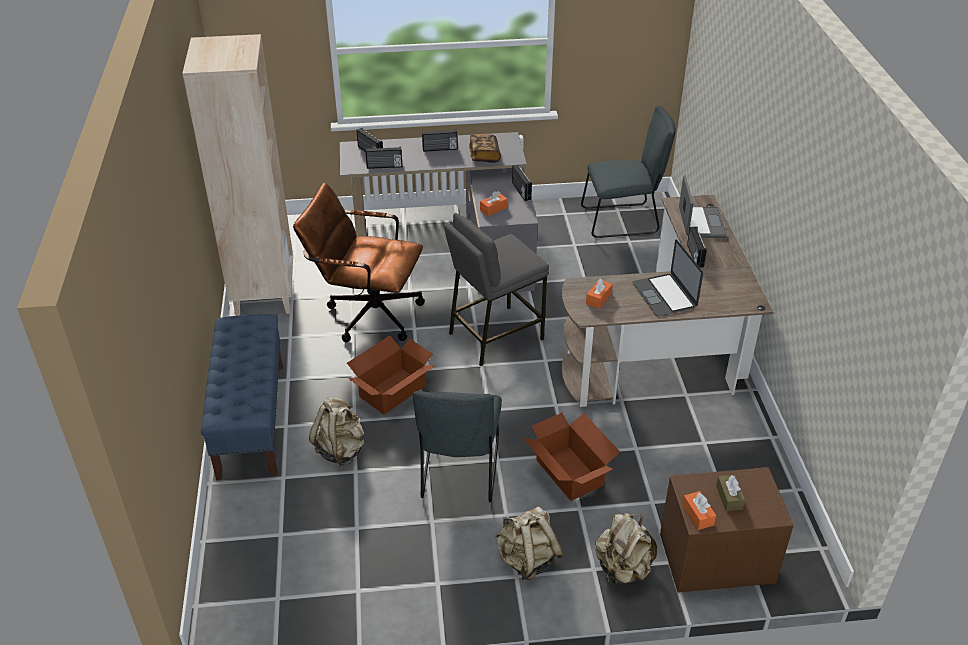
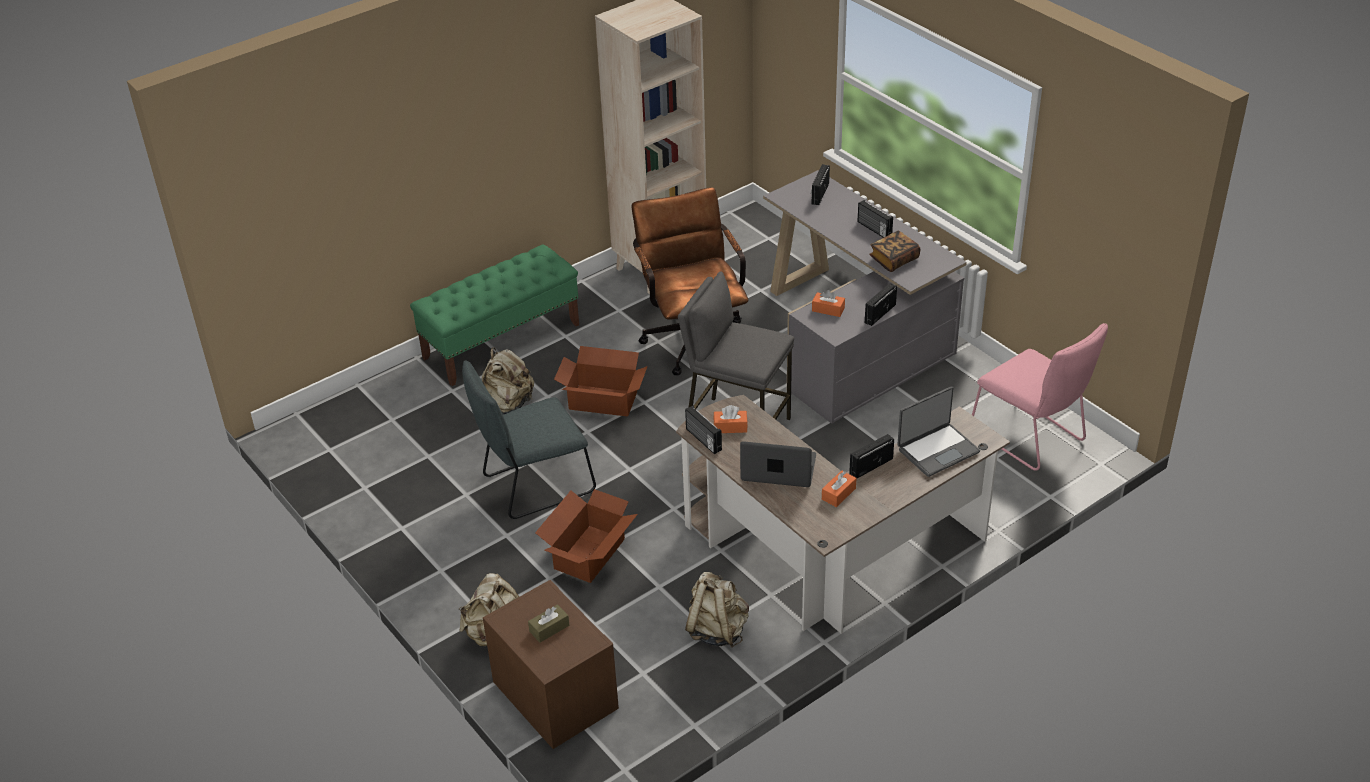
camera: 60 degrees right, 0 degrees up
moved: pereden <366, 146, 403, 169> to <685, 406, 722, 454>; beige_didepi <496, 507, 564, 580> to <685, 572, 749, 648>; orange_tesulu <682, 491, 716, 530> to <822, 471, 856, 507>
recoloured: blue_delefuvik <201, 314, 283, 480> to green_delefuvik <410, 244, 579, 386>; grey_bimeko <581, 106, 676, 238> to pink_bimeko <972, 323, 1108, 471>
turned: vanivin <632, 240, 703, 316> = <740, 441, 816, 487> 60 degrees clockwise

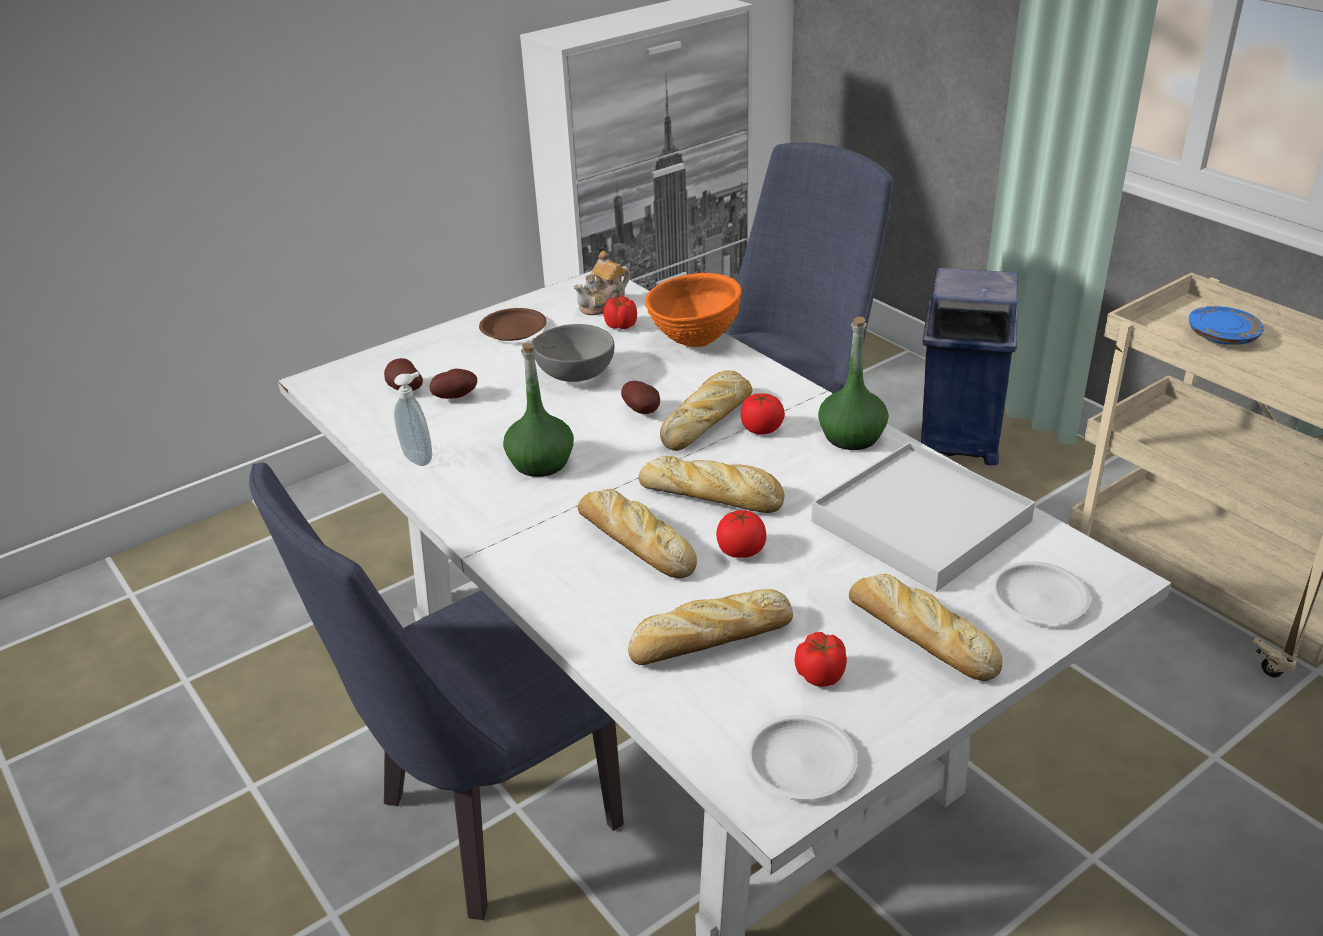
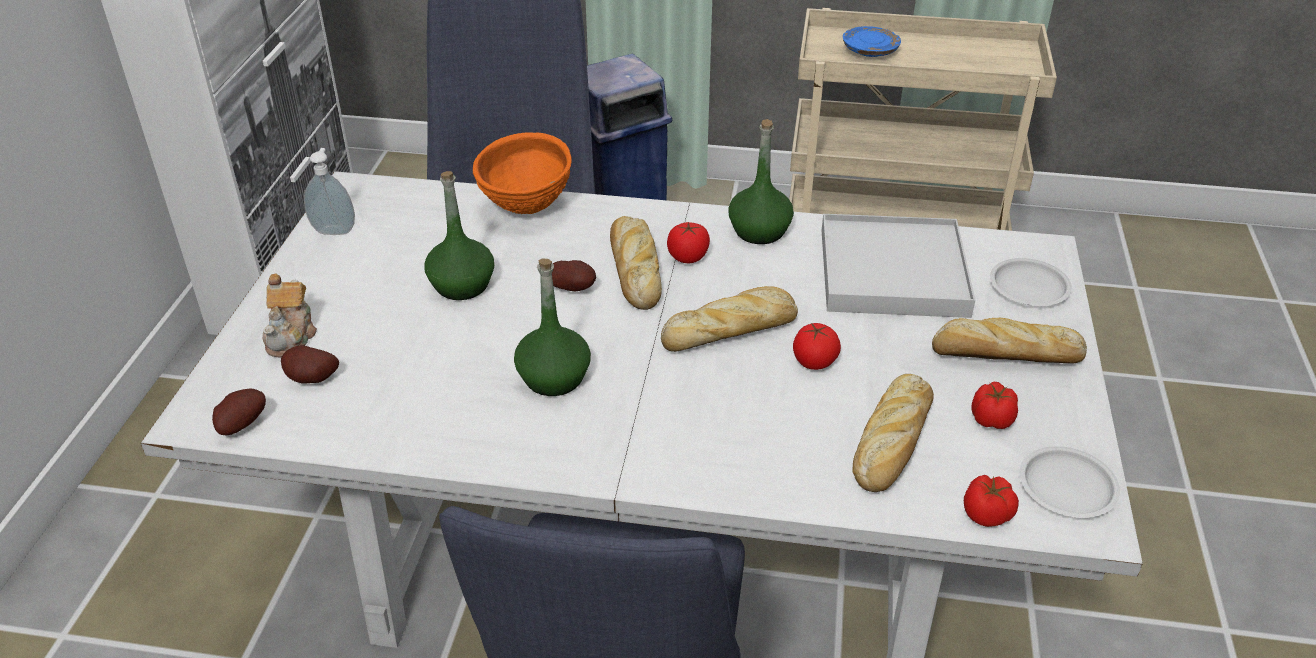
camera: 45 degrees left, 5 degrees up
removed: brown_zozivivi <479, 308, 547, 341>; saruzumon <578, 488, 697, 579>
moved: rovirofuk <394, 372, 432, 466> to <304, 148, 355, 235>; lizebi <429, 369, 477, 399> to <212, 389, 266, 435>; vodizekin <574, 251, 630, 315> to <263, 273, 317, 358>; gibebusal <604, 296, 637, 329> to <964, 475, 1019, 527>
replaced: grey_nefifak <531, 324, 614, 382> to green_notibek <425, 171, 494, 300>

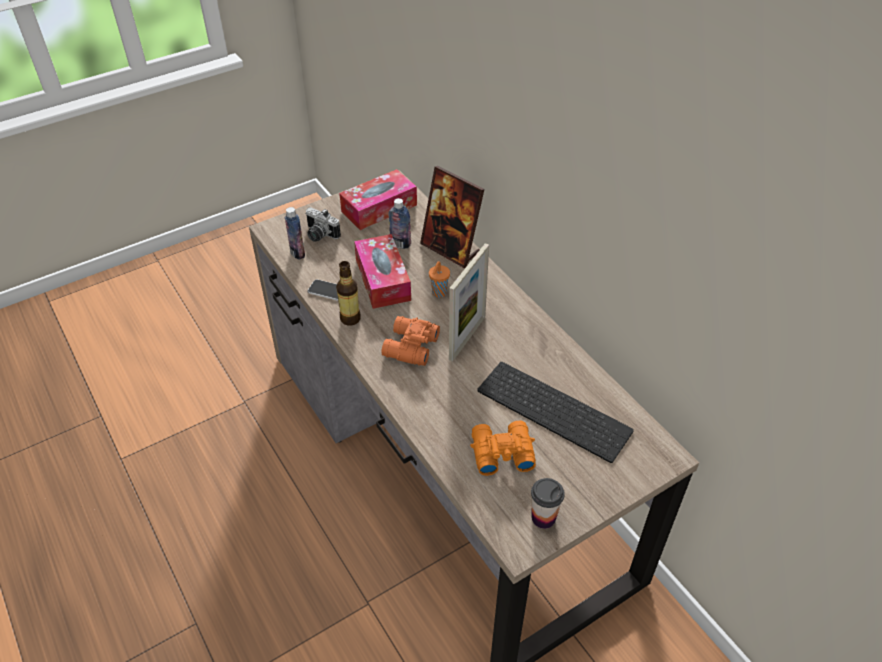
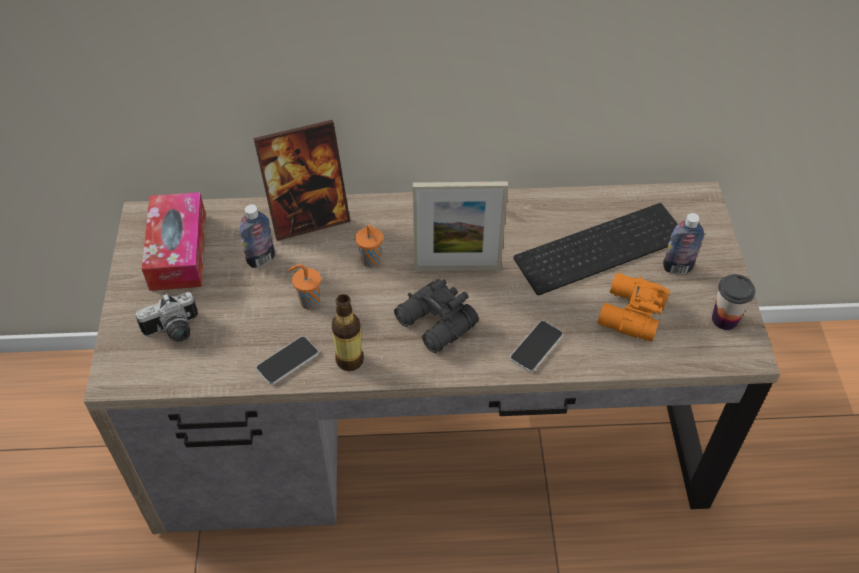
camera: 60 degrees left, 5 degrees up
added: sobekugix <510, 321, 563, 372>
moved: notibek <285, 207, 305, 260> to <663, 213, 705, 275>
replaced: tesulu <354, 234, 411, 309> to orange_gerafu <289, 264, 321, 310>
recoloured: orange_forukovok <381, 316, 440, 366> to black_forukovok <394, 279, 479, 353>
turned: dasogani <449, 243, 489, 361> = <413, 181, 508, 271> 120 degrees clockwise

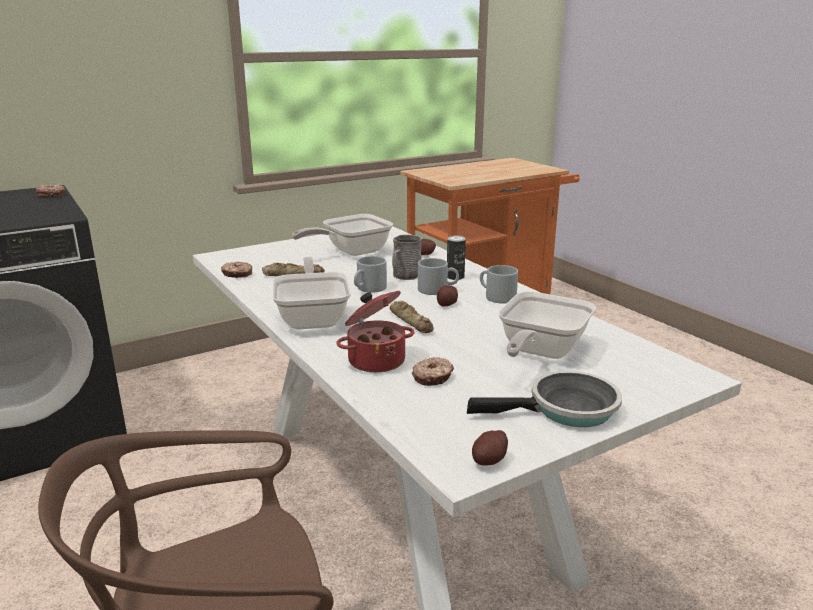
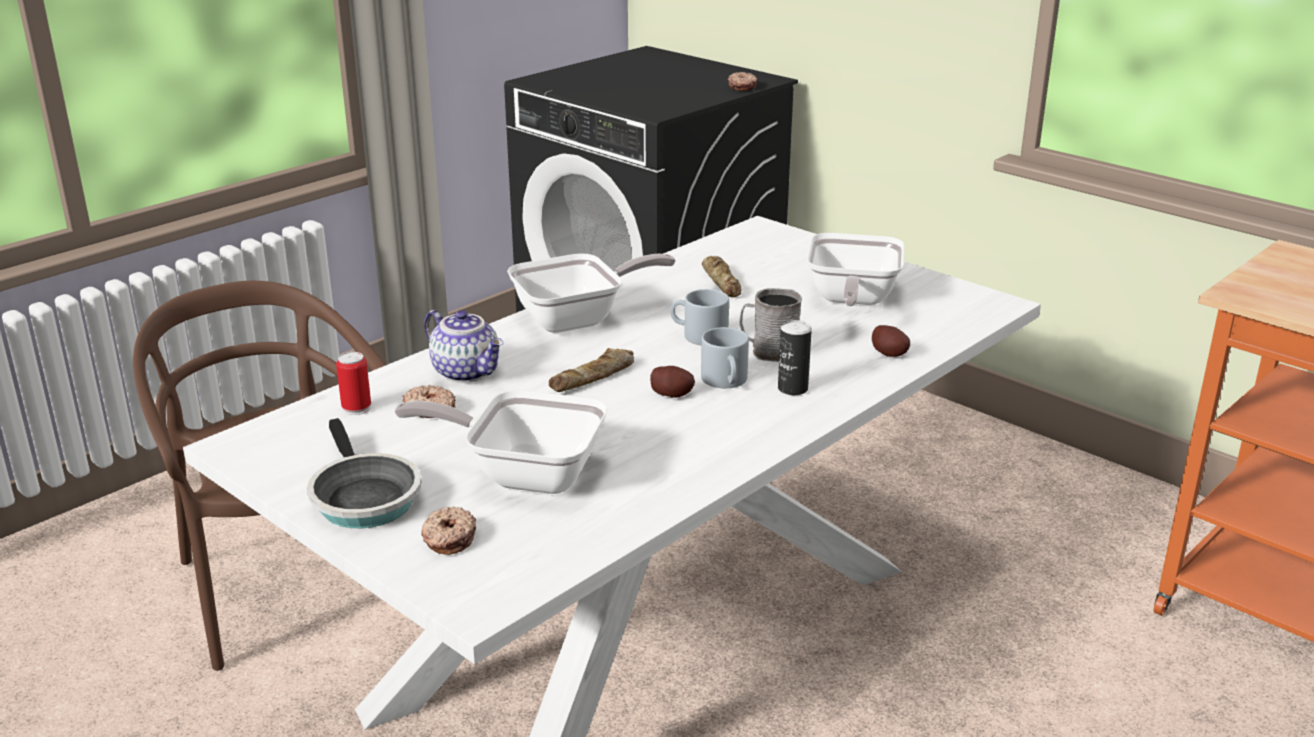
camera: 75 degrees right, 5 degrees up
removed: lizebi <472, 430, 508, 466>; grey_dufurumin <480, 265, 518, 304>
added: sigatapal <336, 352, 371, 415>
moved: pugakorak <221, 262, 252, 278> to <421, 507, 476, 555>
replaced: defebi <336, 291, 415, 373> to vodizekin <424, 310, 504, 383>
turned: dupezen <292, 214, 393, 256> = <807, 233, 904, 306> 120 degrees counterclockwise

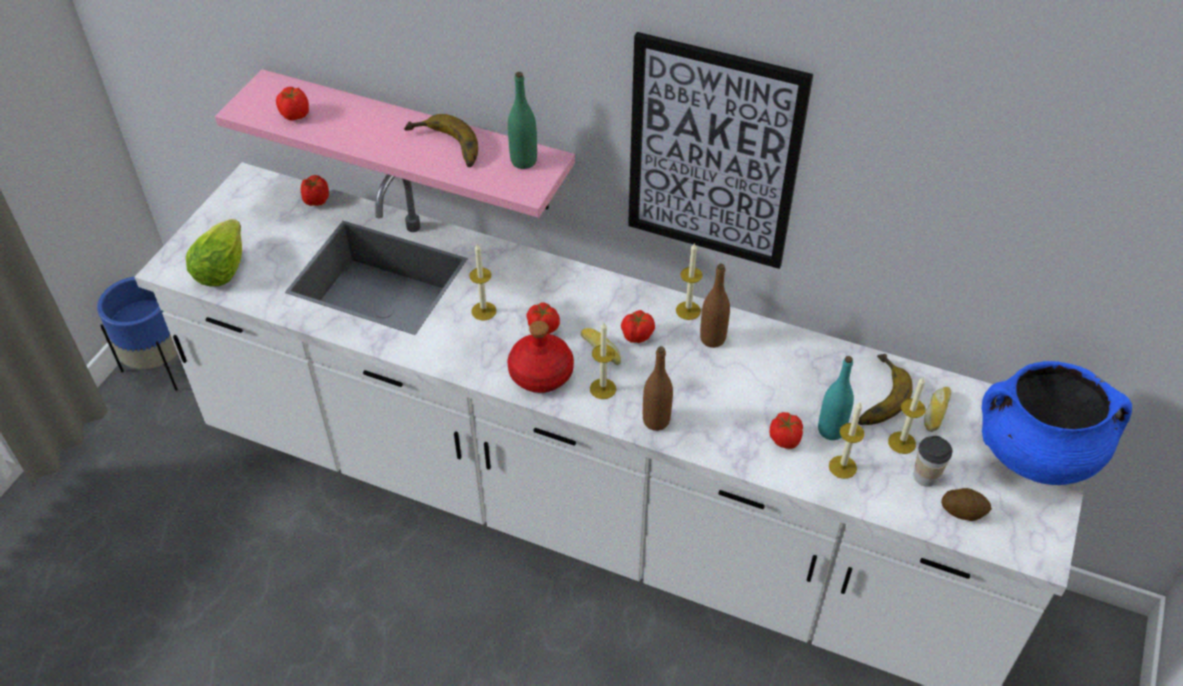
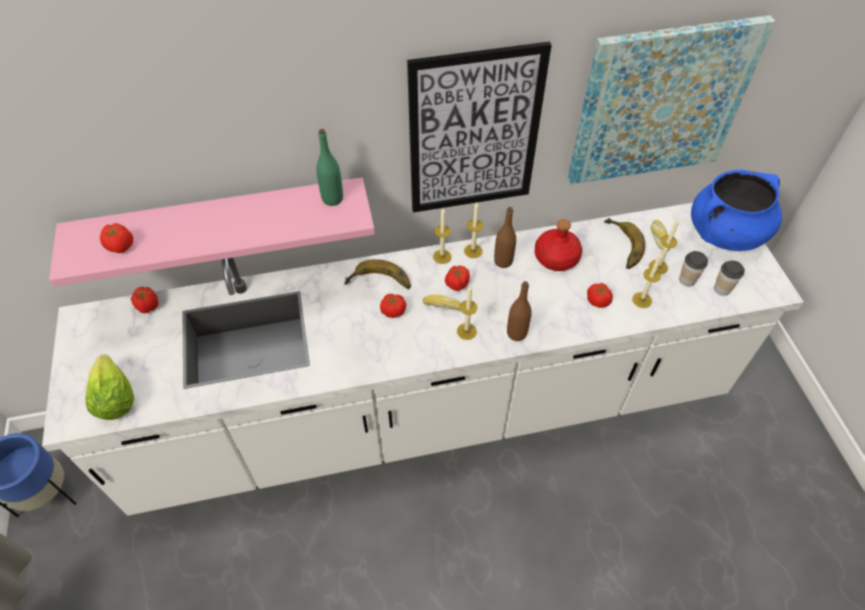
camera: 35 degrees left, 5 degrees up
removed: turquoise_notibek <818, 356, 854, 440>
added: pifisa <568, 15, 776, 184>
moved: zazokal <404, 114, 478, 167> to <344, 259, 411, 289>; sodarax <469, 244, 496, 320> to <433, 208, 452, 264>; red_notibek <508, 321, 574, 393> to <535, 219, 582, 271>
replaced: lizebi <941, 488, 992, 521> to gerafu <714, 261, 745, 296>

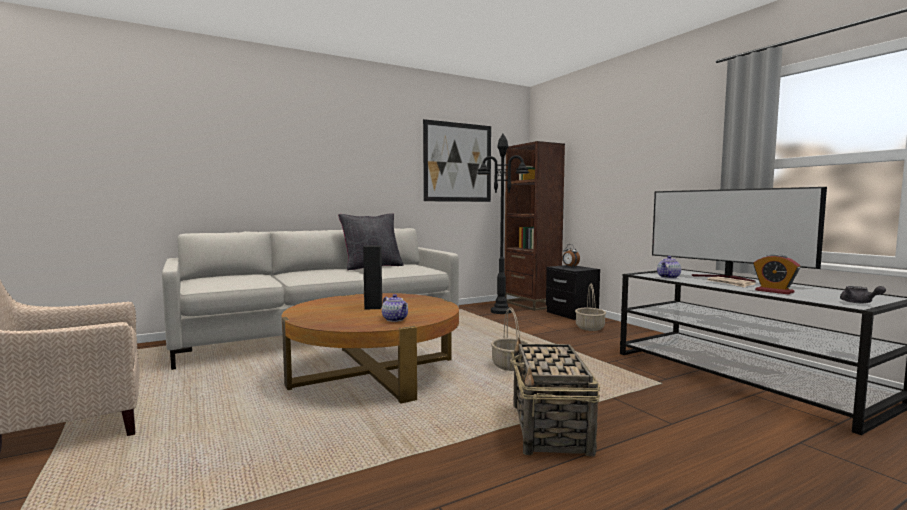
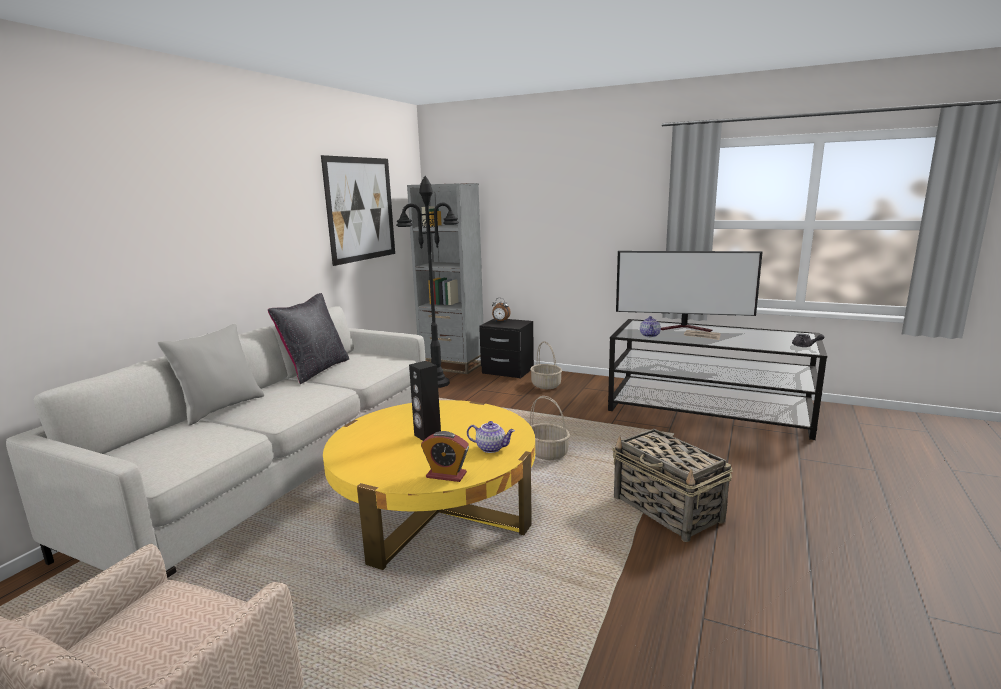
camera: 35 degrees left, 10 degrees up
added: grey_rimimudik <157, 324, 264, 426>
moved: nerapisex <753, 254, 800, 295> to <421, 431, 469, 482>
recoloured: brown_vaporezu <282, 293, 459, 404> to yellow_vaporezu <323, 400, 535, 570>; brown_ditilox <504, 141, 565, 311> to grey_ditilox <407, 183, 483, 374>

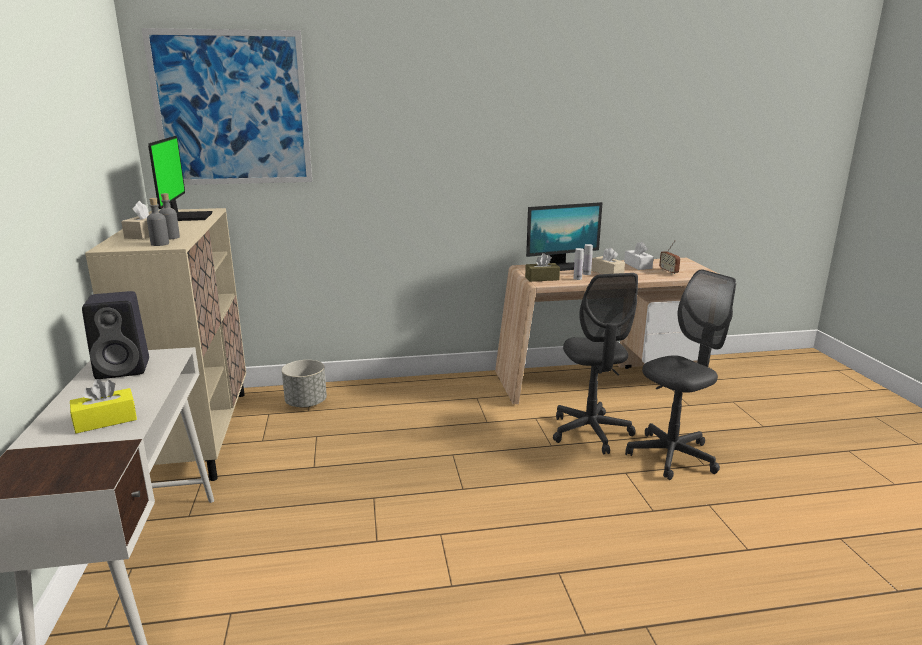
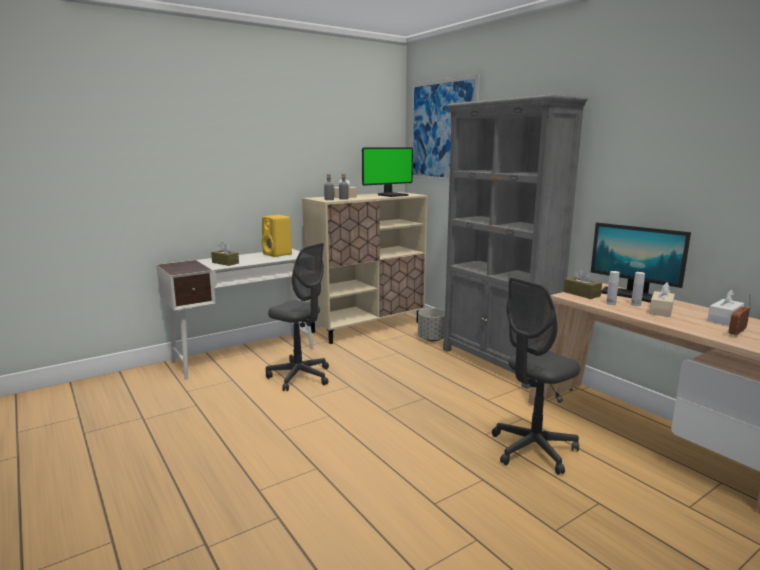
camera: 65 degrees right, 5 degrees down
added: grey_ditilox <443, 94, 588, 389>
moved: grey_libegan <625, 269, 736, 480> to <266, 243, 329, 391>
recoloured: yellow_tesulu <70, 379, 137, 433> to brown_tesulu <211, 242, 239, 266>; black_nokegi <82, 291, 149, 379> to yellow_nokegi <262, 215, 292, 257>

